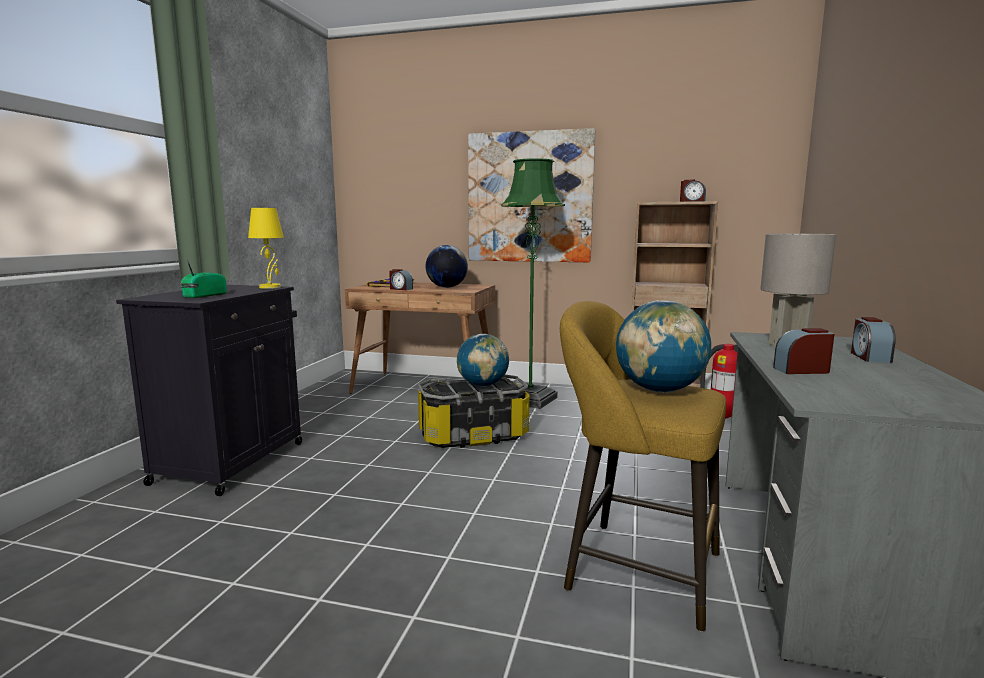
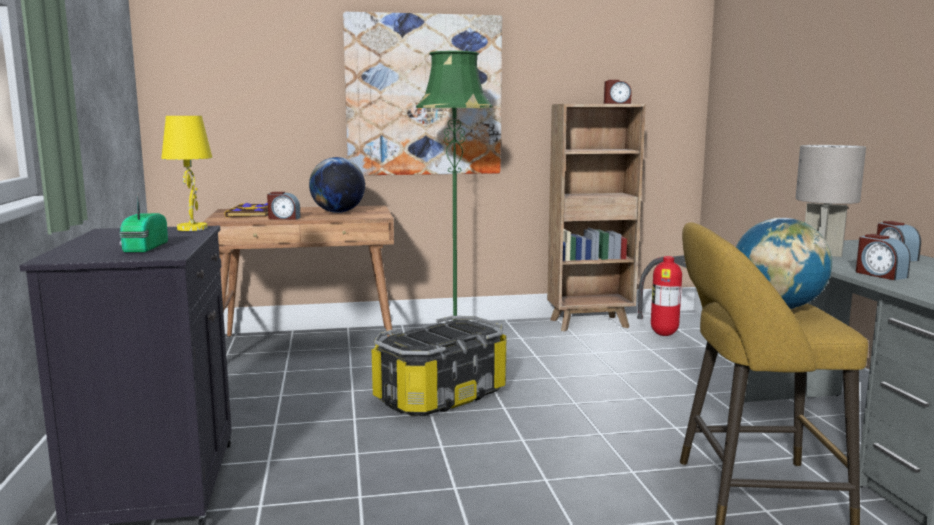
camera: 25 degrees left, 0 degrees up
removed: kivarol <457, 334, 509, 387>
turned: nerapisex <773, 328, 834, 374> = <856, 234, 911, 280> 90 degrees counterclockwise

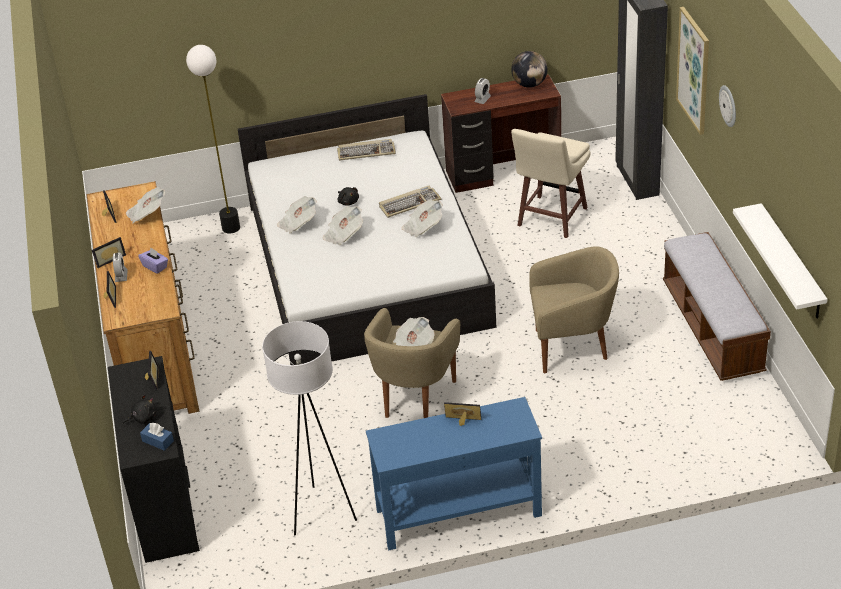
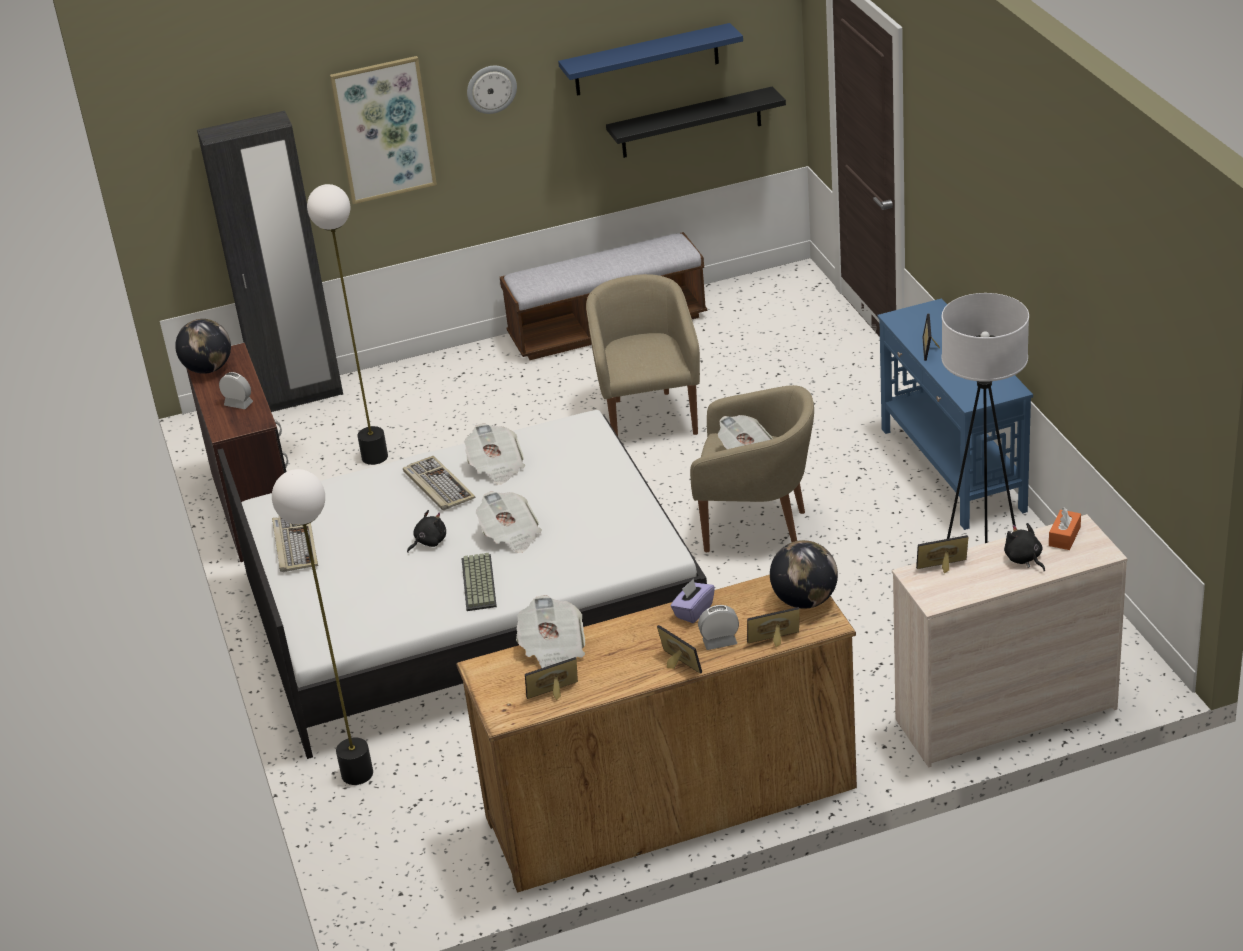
camera: 95 degrees left, 5 degrees down
added: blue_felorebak <558, 23, 743, 96>; kivarol <770, 540, 838, 609>
replaced: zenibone <277, 196, 317, 234> to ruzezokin <461, 553, 497, 611>; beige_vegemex <511, 129, 591, 238> to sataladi <307, 184, 388, 465>
recoloured: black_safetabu <108, 356, 200, 563> to beige_safetabu <892, 514, 1127, 768>; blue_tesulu <140, 423, 174, 451> to orange_tesulu <1049, 507, 1081, 550>; white_felorebak <733, 203, 828, 318> to black_felorebak <606, 86, 786, 158>

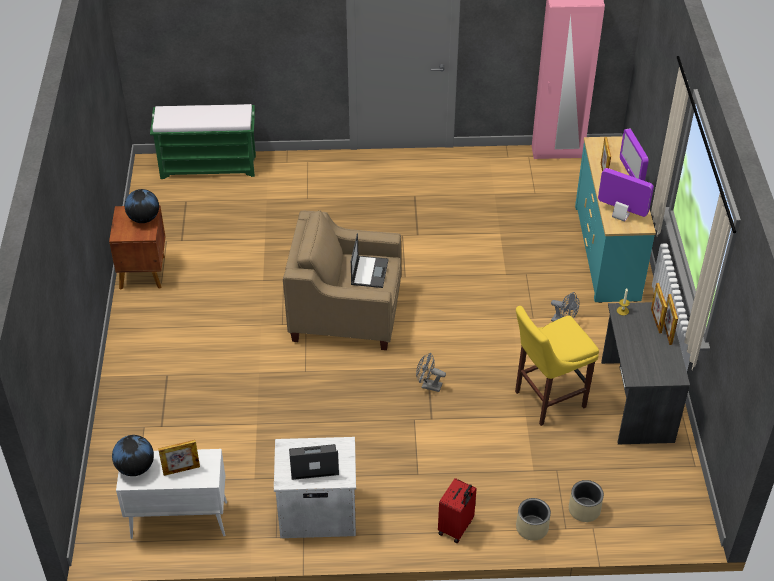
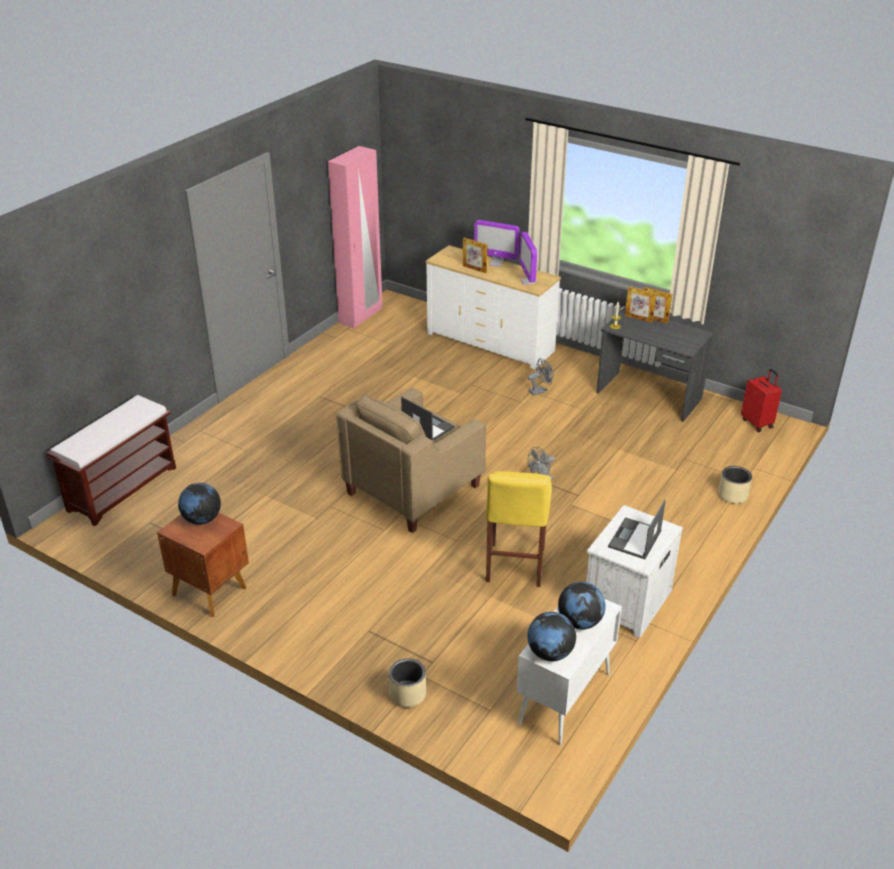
camera: 55 degrees left, 10 degrees down
moved: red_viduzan <438, 478, 477, 543> to <741, 369, 782, 432>; yellow_vegemex <515, 306, 599, 426> to <486, 471, 552, 587>; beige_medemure <569, 480, 604, 522> to <389, 658, 426, 707>
replaced: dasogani <158, 440, 200, 476> to kivarol <558, 582, 605, 629>
recoloured: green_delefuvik <150, 104, 256, 179> to brown_delefuvik <47, 395, 176, 526>; turquoise_safetabu <575, 136, 656, 303> to white_safetabu <426, 245, 561, 369>
turned: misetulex <598, 168, 654, 222> = <520, 232, 537, 285> 75 degrees counterclockwise

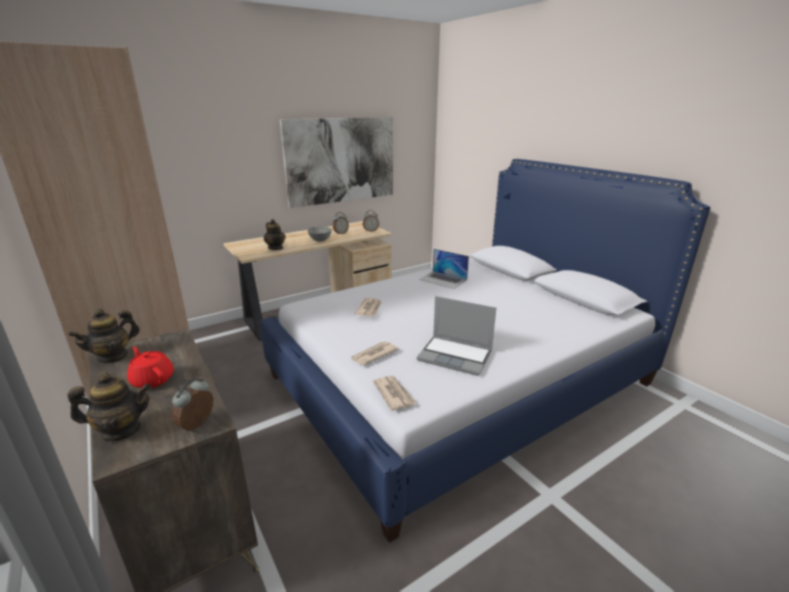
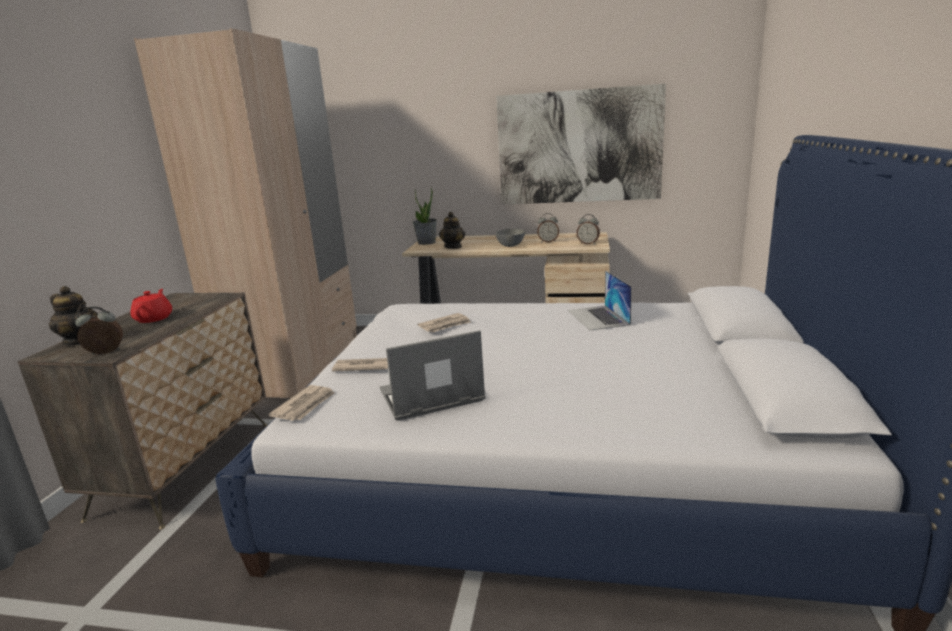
camera: 45 degrees right, 5 degrees down
removed: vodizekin <68, 309, 140, 364>
added: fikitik <413, 187, 437, 245>
turned: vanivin <417, 296, 496, 376> = <380, 330, 486, 421> 90 degrees clockwise

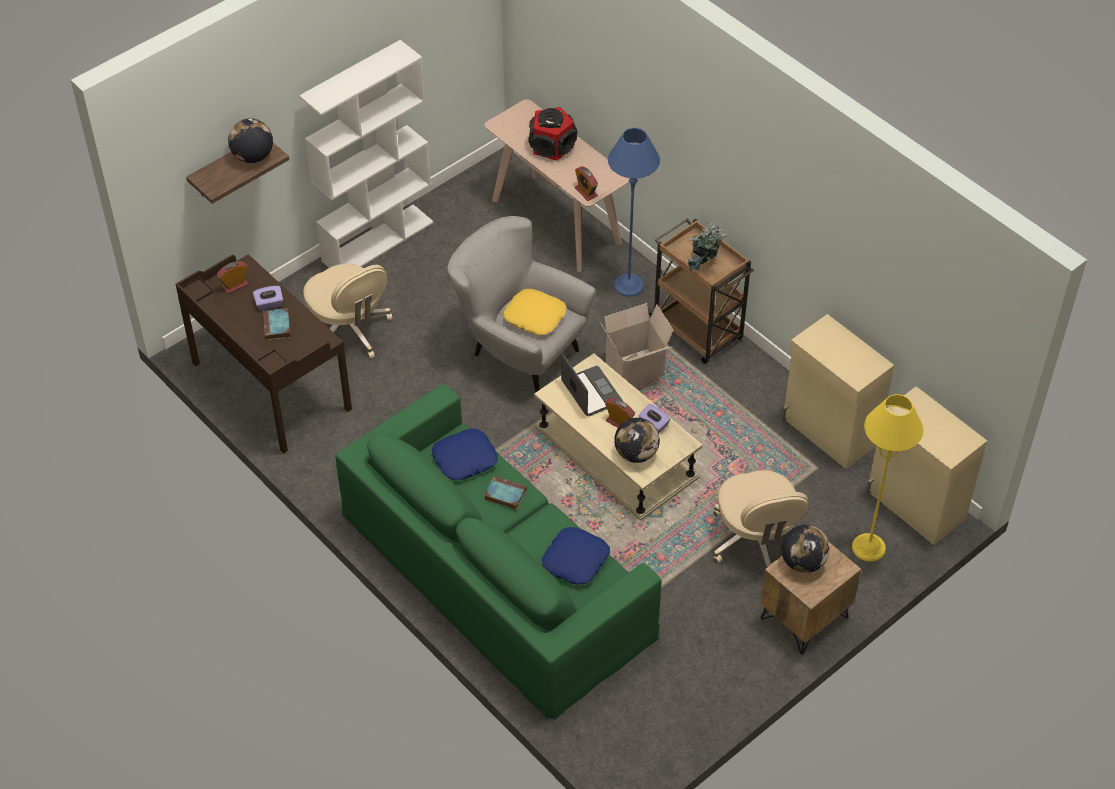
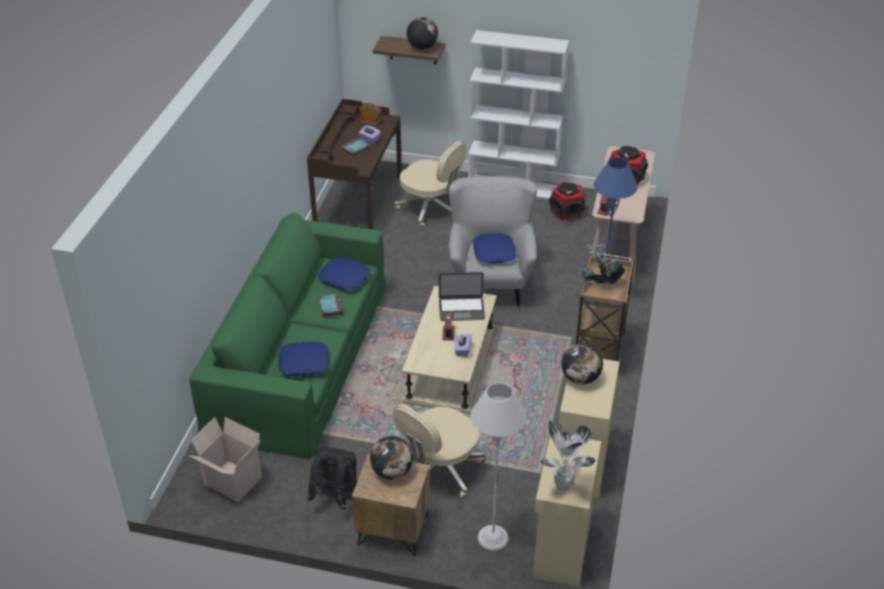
camera: 55 degrees right, 10 degrees down
added: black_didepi <307, 447, 357, 510>; fikitik <540, 421, 595, 491>; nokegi <549, 182, 586, 221>
moved: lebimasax <601, 303, 674, 386> to <188, 417, 262, 502>; kivarol <614, 418, 660, 463> to <561, 343, 603, 385>
recoloured: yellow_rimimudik <503, 289, 566, 335> to blue_rimimudik <473, 233, 516, 264>; yellow_sataladi <852, 394, 923, 562> to grey_sataladi <471, 383, 526, 551>
turned: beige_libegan <303, 263, 393, 359> = <394, 141, 466, 229> 75 degrees counterclockwise; vanivin <561, 354, 623, 416> = <439, 272, 485, 321> 60 degrees clockwise

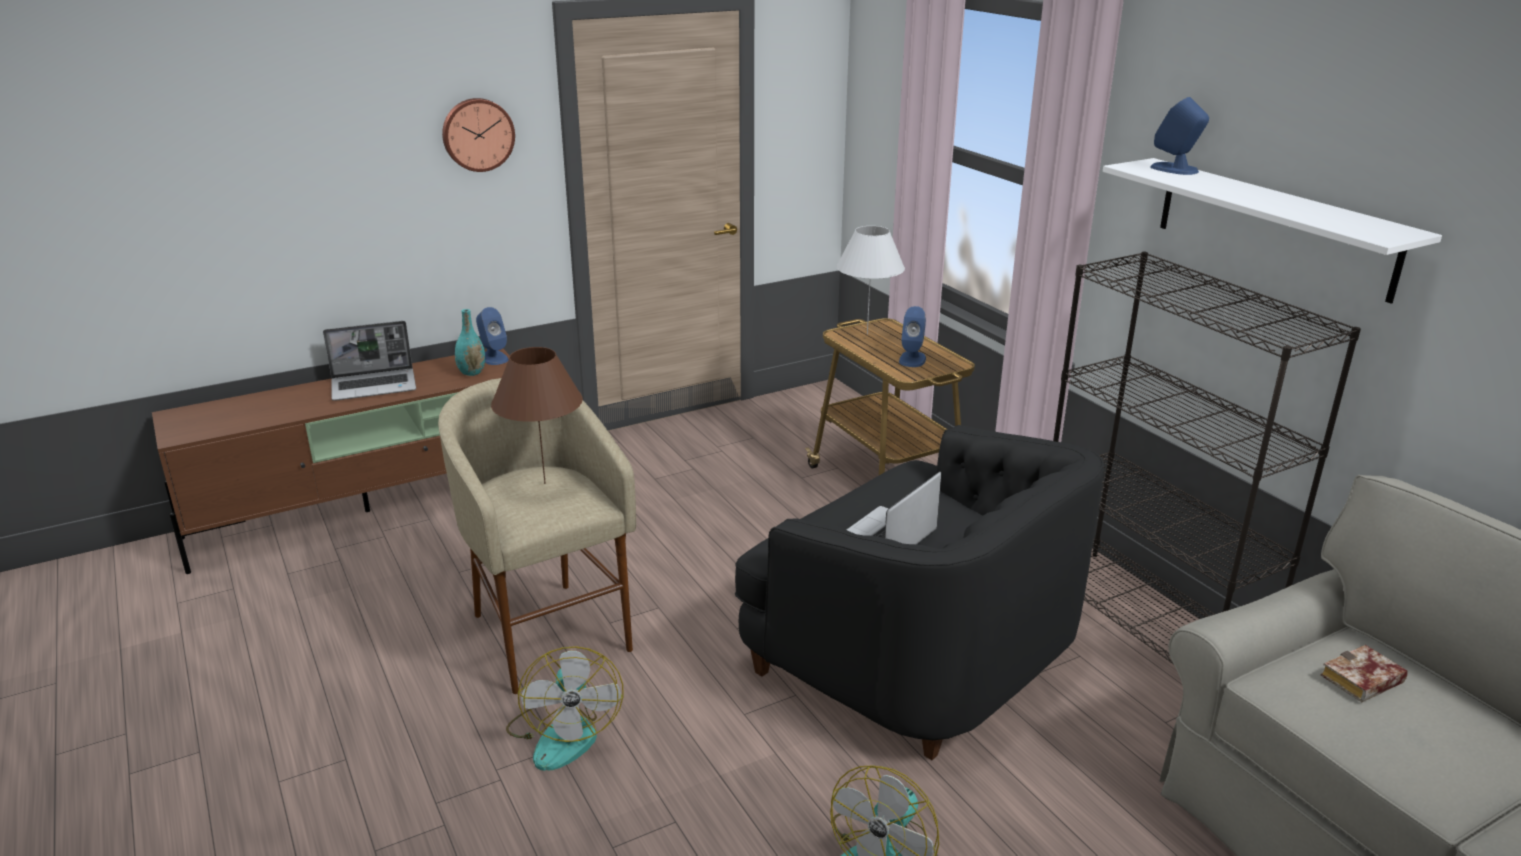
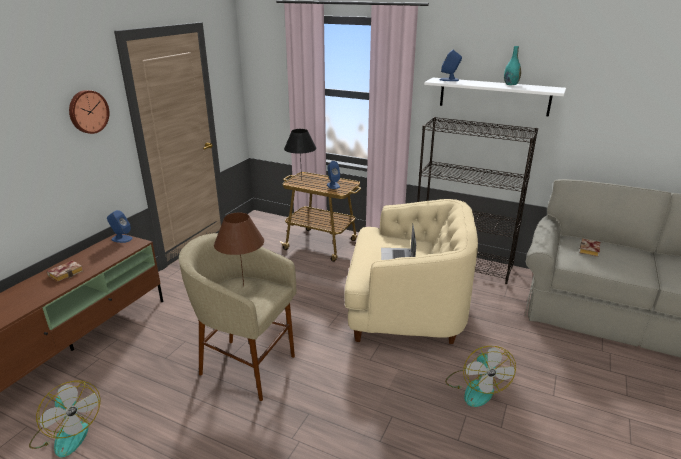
camera: 35 degrees left, 0 degrees up
moved: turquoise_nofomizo <455, 309, 485, 376> to <504, 46, 521, 85>; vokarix <506, 646, 624, 771> to <29, 381, 100, 457>
replaced: vanivin <323, 321, 416, 401> to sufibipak <47, 260, 83, 282>
recoloured: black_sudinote <735, 425, 1104, 760> to beige_sudinote <344, 199, 478, 344>; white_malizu <836, 226, 905, 334> to black_malizu <284, 129, 317, 180>

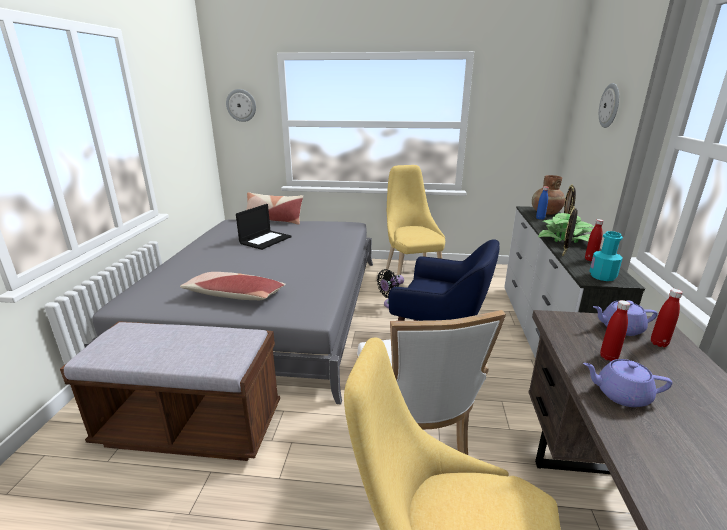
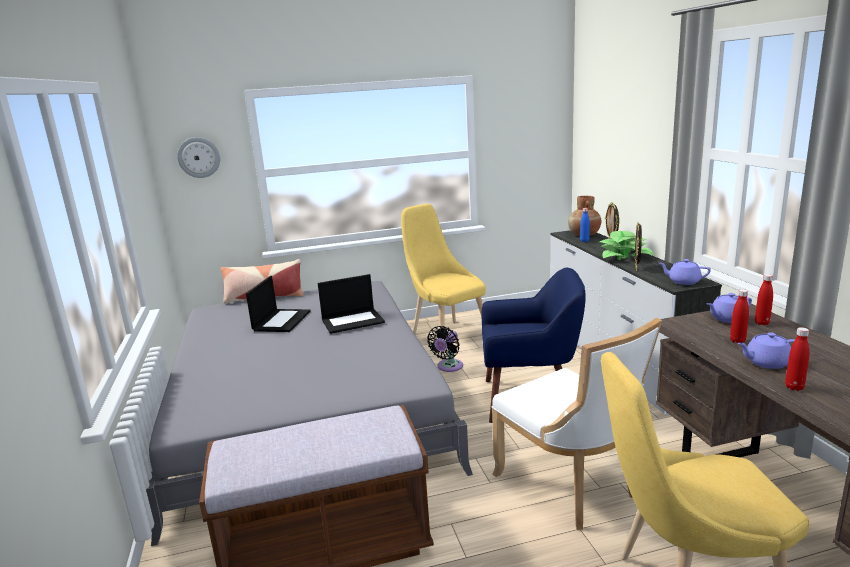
camera: 20 degrees left, 5 degrees down
removed: rimimudik <180, 272, 286, 300>; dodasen <599, 83, 619, 128>
added: vanivin <318, 274, 385, 334>
moved: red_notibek <585, 219, 604, 262> to <785, 327, 809, 391>
replaced: turquoise_notibek <589, 231, 623, 281> to purple_vodizekin <659, 259, 711, 285>

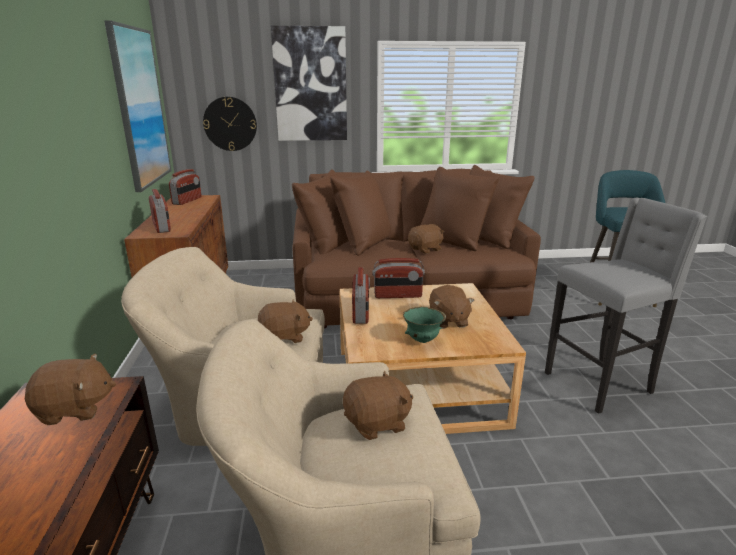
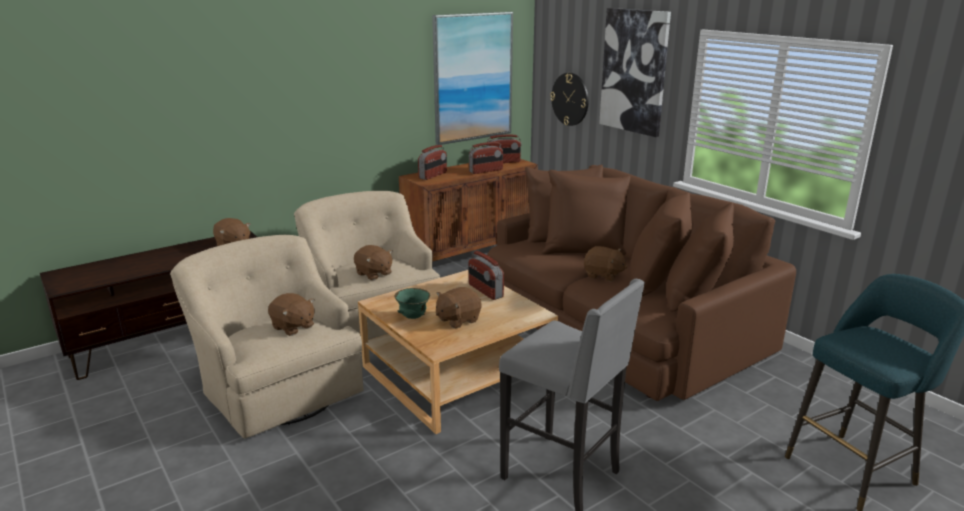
camera: 60 degrees right, 0 degrees up
moved: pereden <352, 267, 370, 324> to <469, 142, 503, 174>

